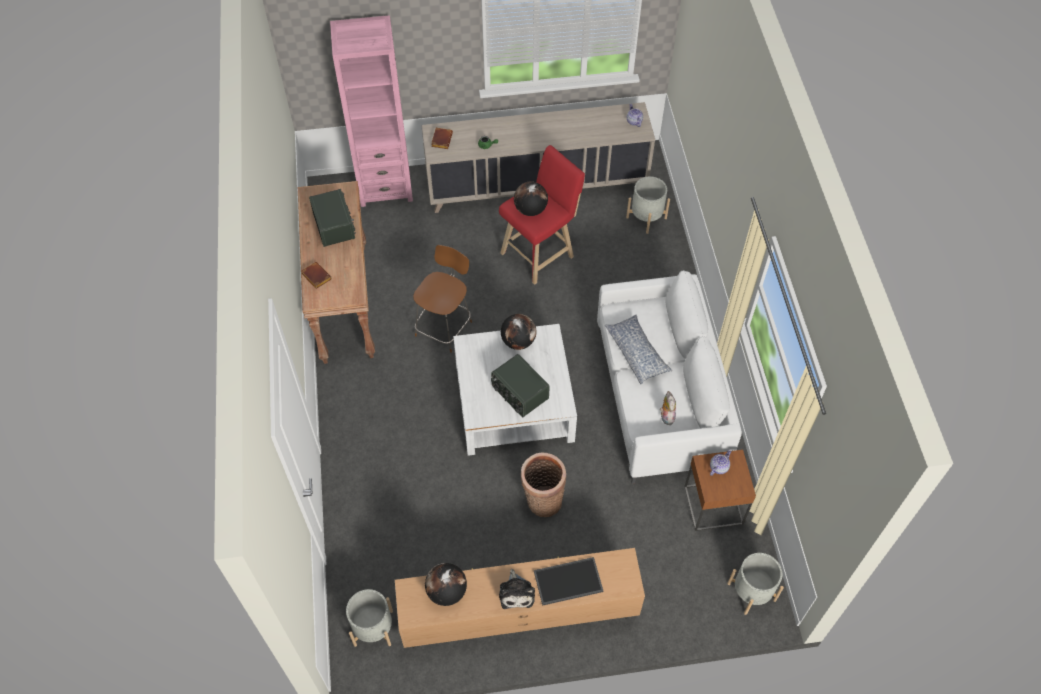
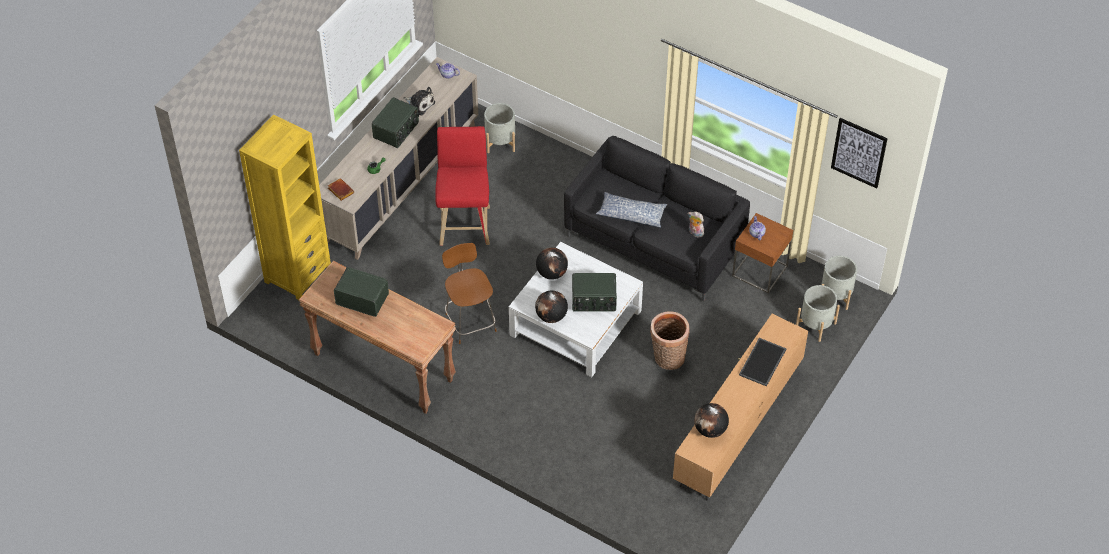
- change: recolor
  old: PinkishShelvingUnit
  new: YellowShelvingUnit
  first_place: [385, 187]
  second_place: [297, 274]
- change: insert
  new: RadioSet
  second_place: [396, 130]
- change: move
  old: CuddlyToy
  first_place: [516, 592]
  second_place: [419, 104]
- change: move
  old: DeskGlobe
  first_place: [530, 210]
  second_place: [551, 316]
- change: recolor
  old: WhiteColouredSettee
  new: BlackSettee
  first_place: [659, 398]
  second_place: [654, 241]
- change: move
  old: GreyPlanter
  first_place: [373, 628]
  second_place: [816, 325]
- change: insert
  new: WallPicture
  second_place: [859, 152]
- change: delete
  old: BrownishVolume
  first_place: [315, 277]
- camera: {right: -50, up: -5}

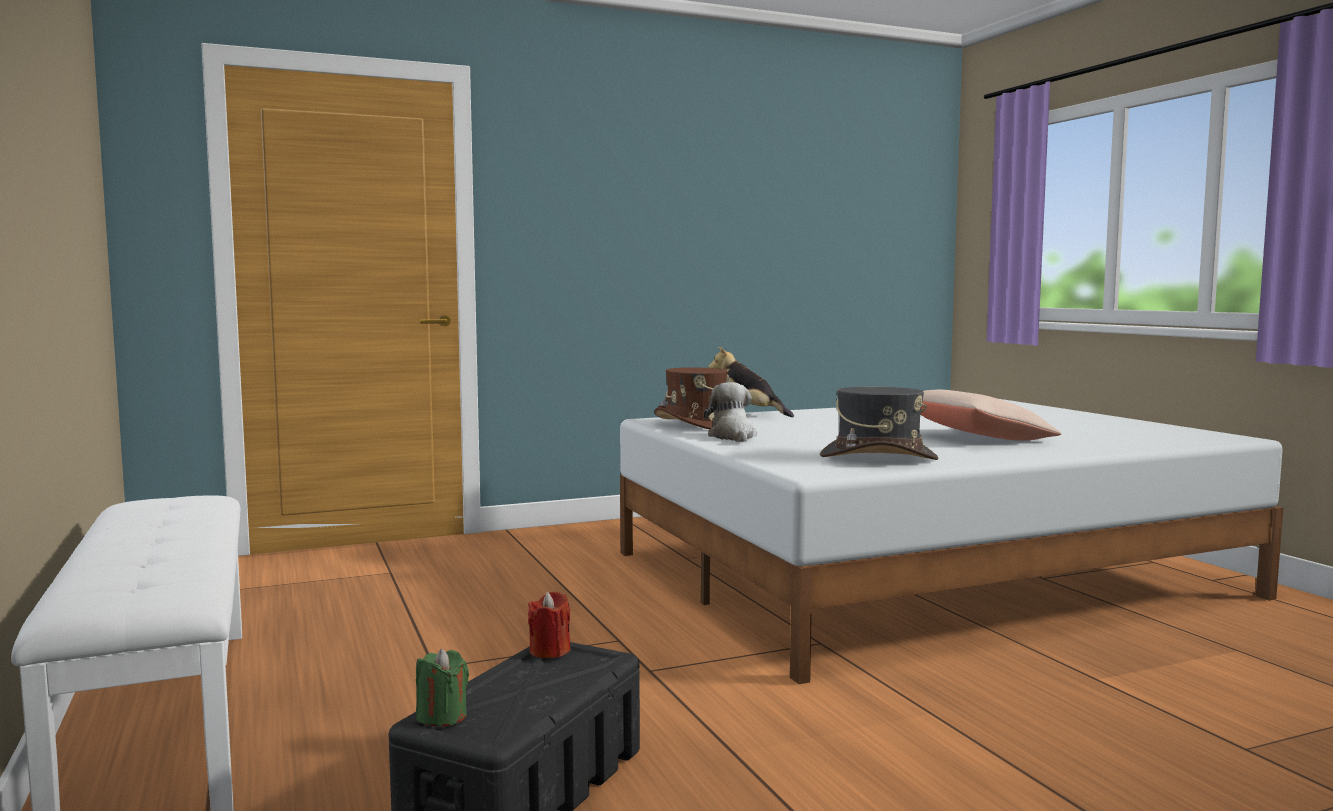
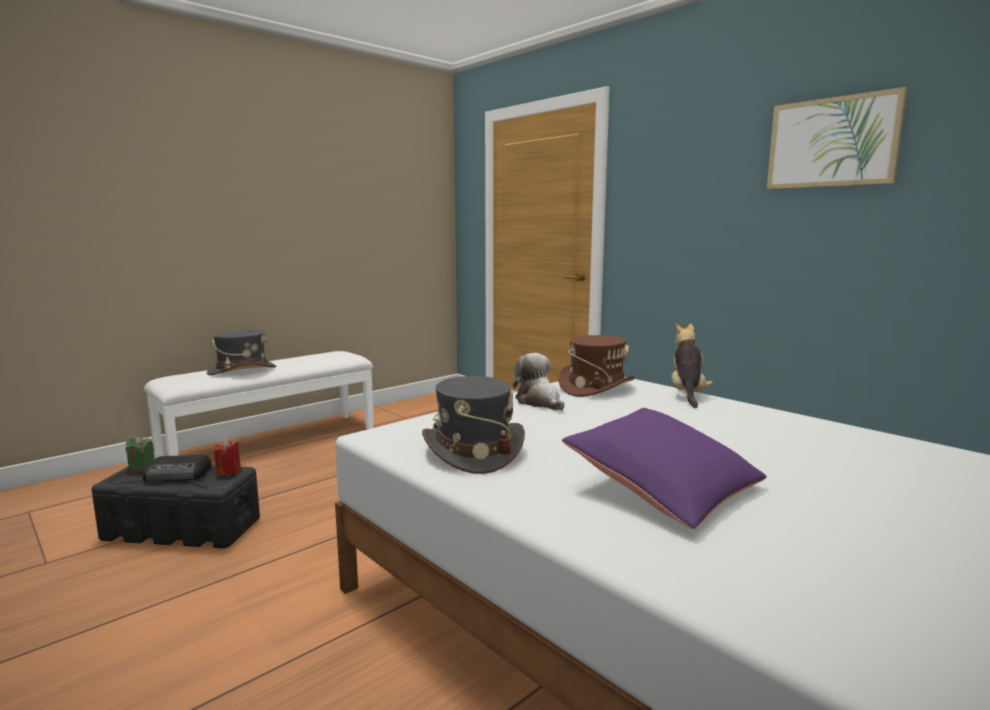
- change: insert
  new: RadioSet
  second_place: [178, 474]
- change: insert
  new: GreyClothingHat
  second_place: [242, 370]
- change: rotate
  old: CuddlyToy
  first_place: [733, 437]
  second_place: [539, 402]
  degrees: -90
- change: recolor
  old: SandColouredPillow
  new: PurplePillow
  first_place: [976, 438]
  second_place: [663, 488]
- change: insert
  new: WallPicture
  second_place: [832, 143]
- camera: {right: 70, up: 5}

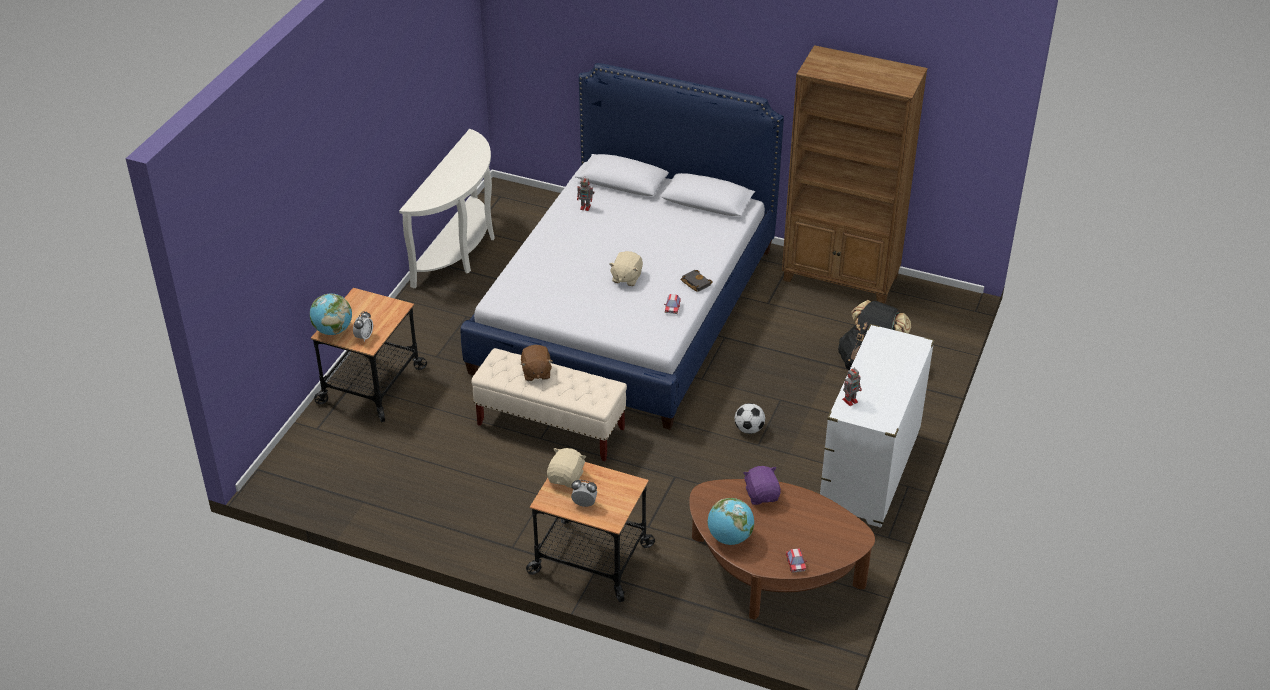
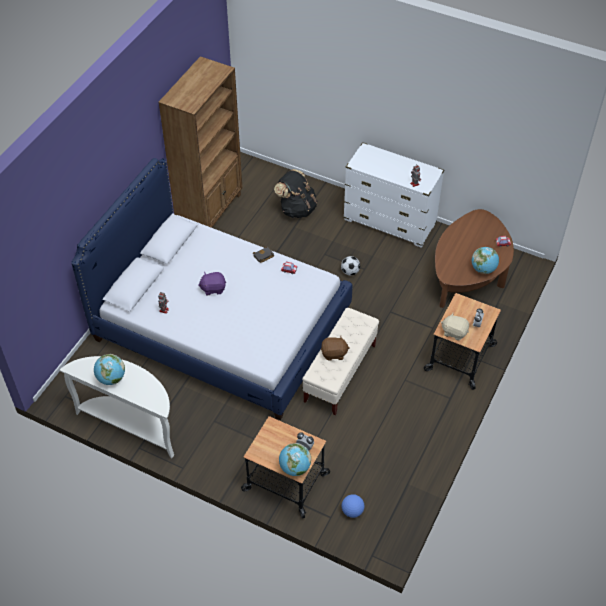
- change: insert
  new: DeskGlobe
  second_place: [111, 378]
- change: move
  old: PurpleCuddlyToy
  first_place: [762, 495]
  second_place: [213, 288]
- change: insert
  new: Football
  second_place: [352, 511]
- change: delete
  old: SandColouredCuddlyToy
  first_place: [626, 278]
- camera: {right: -85, up: 10}

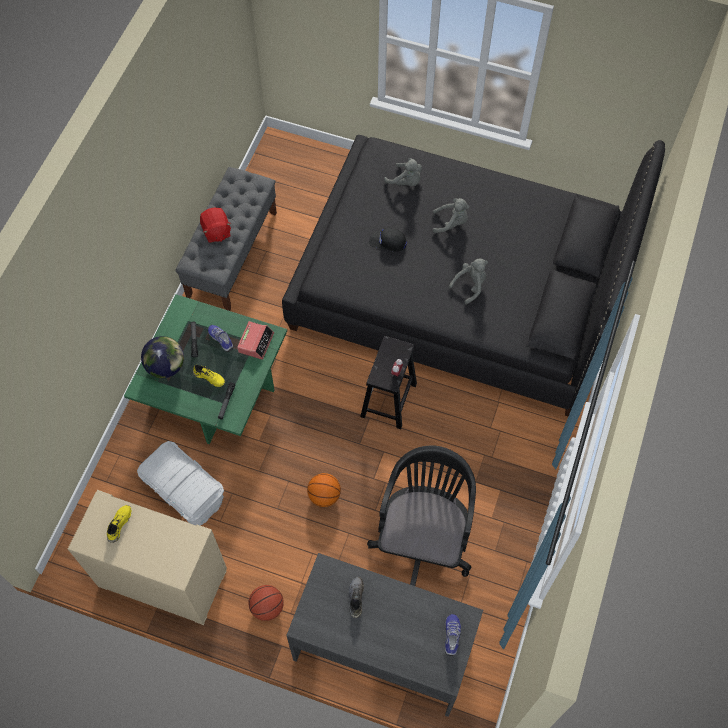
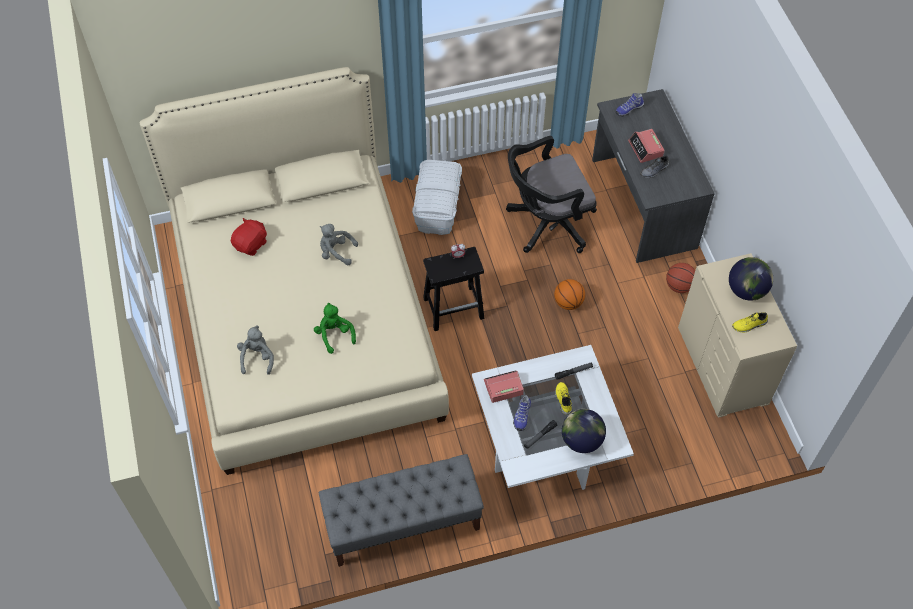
- change: recolor
  old: BlackBed
  new: SandColouredBed
  first_place: [460, 287]
  second_place: [305, 318]
- change: move
  old: ReddishCuddlyToy
  first_place: [216, 232]
  second_place: [251, 244]
- change: replace
  old: BlackBaseballCap
  new: GreenColouredCuddlyToy
  first_place: [388, 241]
  second_place: [334, 335]
- change: move
  old: WhiteColouredStorageContainer
  first_place: [184, 492]
  second_place: [438, 207]
- change: recolor
  old: GreenColouredCoffeeTable
  new: WhiteColouredCoffeeTable
  first_place: [214, 388]
  second_place: [547, 440]
- change: insert
  new: AlarmClock
  second_place: [645, 149]
- change: insert
  new: DeskGlobe
  second_place: [746, 290]
- change: delete
  old: GreyCuddlyToy
  first_place: [451, 223]
- camera: {right: -125, up: -5}

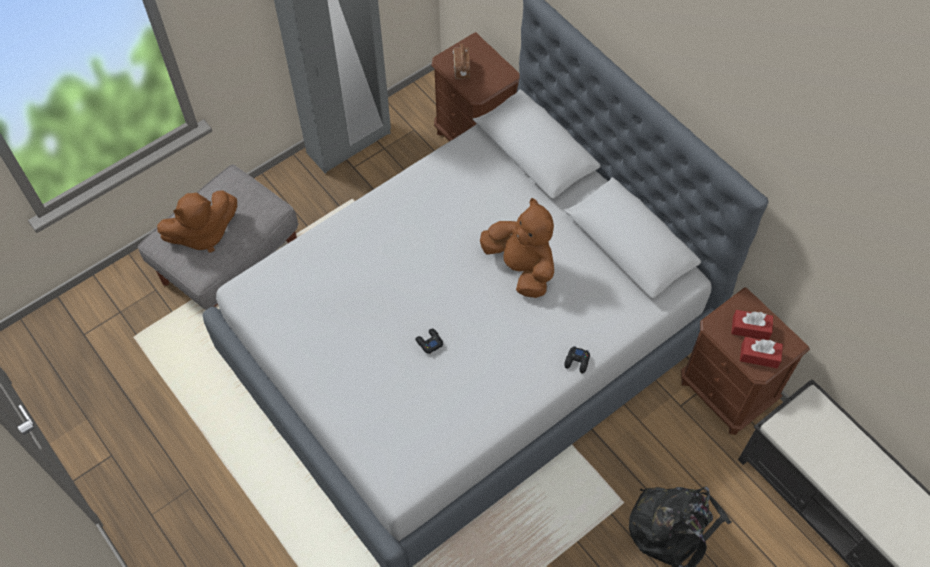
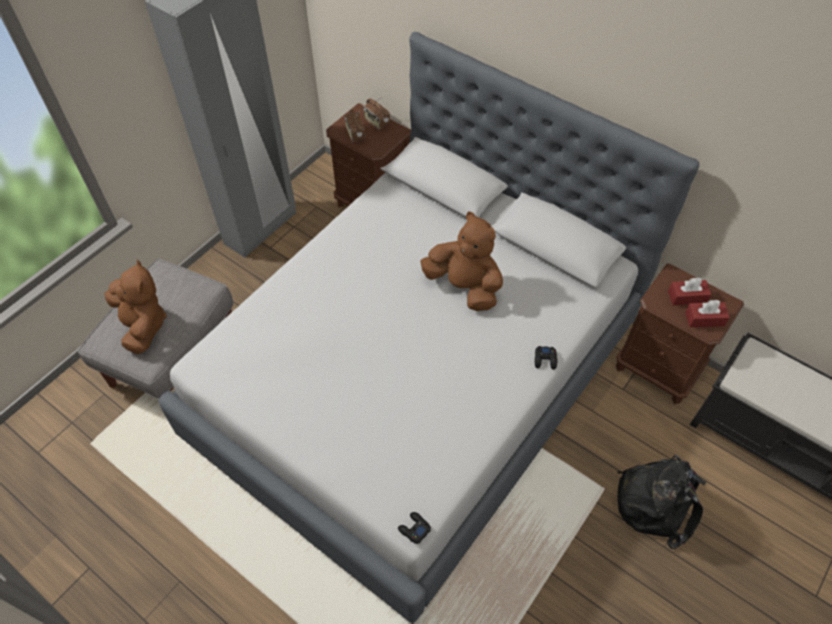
- change: rotate
  old: BrownishCuddlyToy
  first_place: [203, 234]
  second_place: [143, 325]
  degrees: -75
- change: insert
  new: RadioSet
  second_place: [376, 122]
- change: move
  old: BlackGameController
  first_place: [429, 342]
  second_place: [414, 529]
- camera: {right: -15, up: -5}

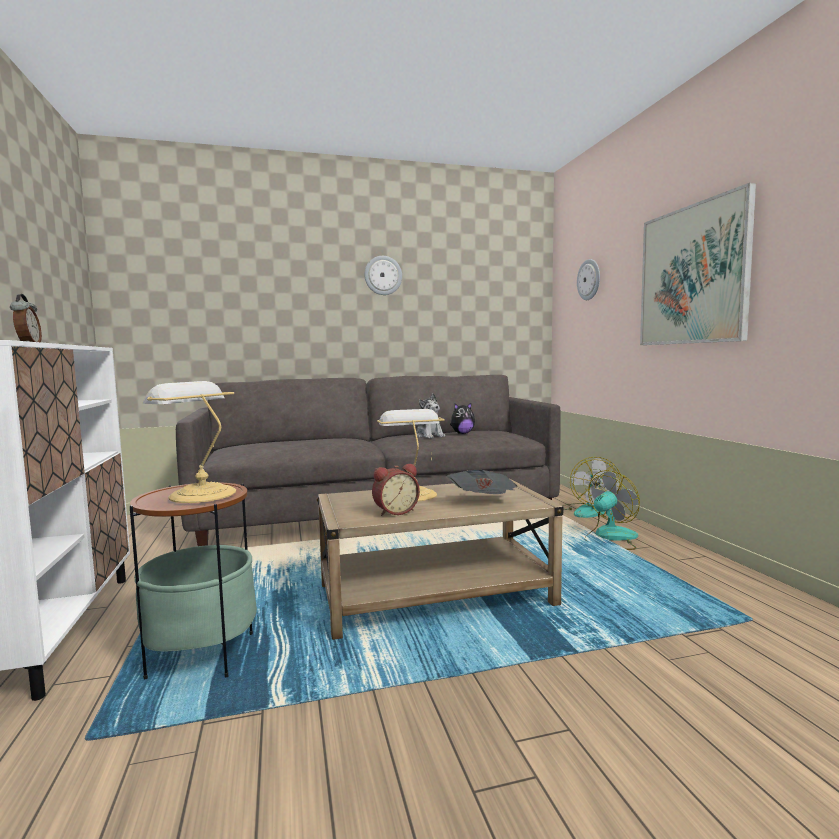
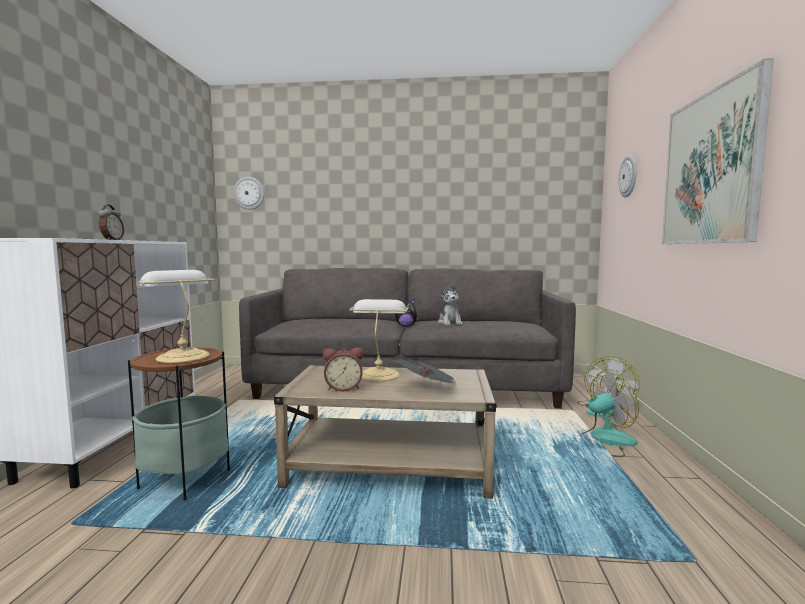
- change: move
  old: HangingClock
  first_place: [383, 275]
  second_place: [249, 193]
- change: move
  old: CuddlyToy
  first_place: [462, 433]
  second_place: [406, 326]
- camera: {right: 20, up: 0}

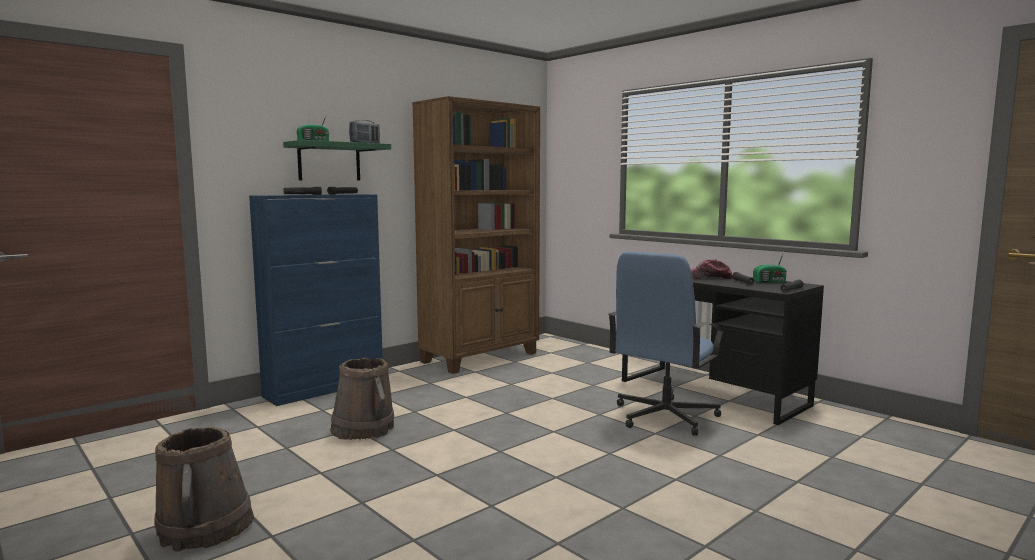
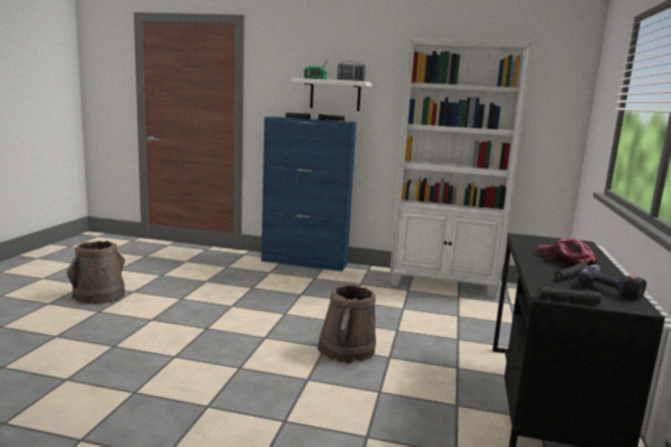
- change: recolor
  old: GreenColouredWallShelf
  new: WhiteColouredWallShelf
  first_place: [329, 162]
  second_place: [335, 95]
- change: move
  old: BrownishPail
  first_place: [363, 429]
  second_place: [346, 350]
- change: recolor
  old: BrownishShelvingUnit
  new: WhiteColouredShelvingUnit
  first_place: [481, 357]
  second_place: [444, 284]
- change: replace
  old: RadioSet
  new: Drill
  first_place: [770, 281]
  second_place: [611, 288]
- change: delete
  old: BlueDeskChair
  first_place: [664, 416]
- camera: {right: 55, up: 5}

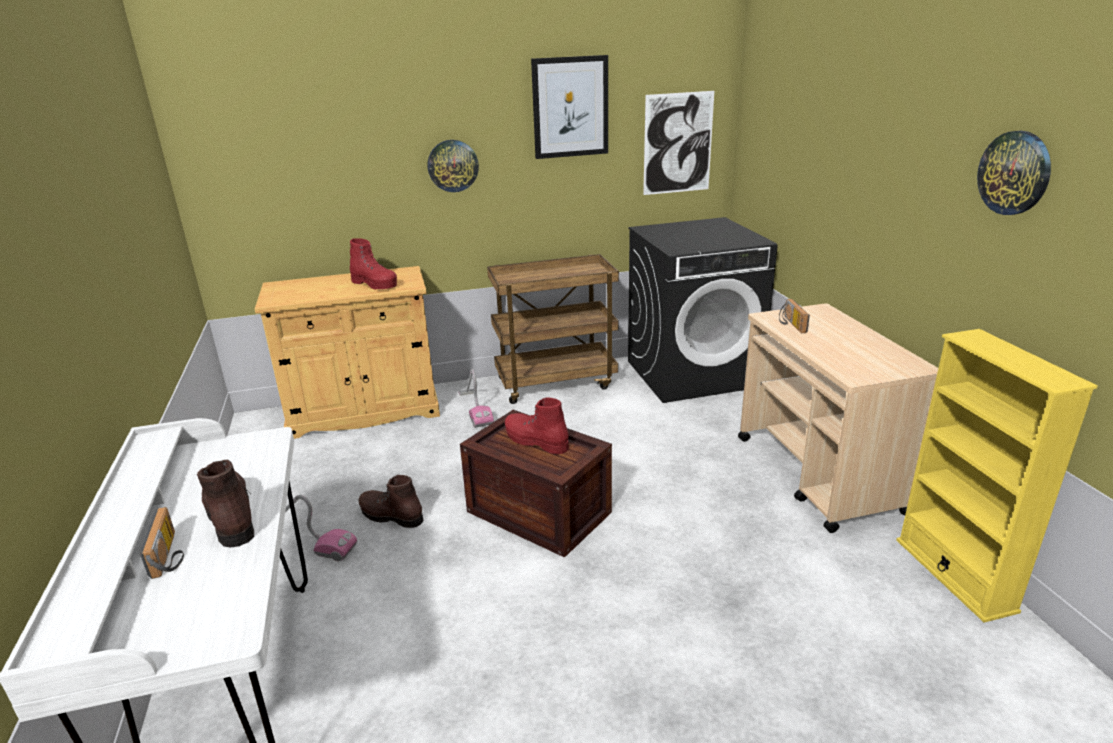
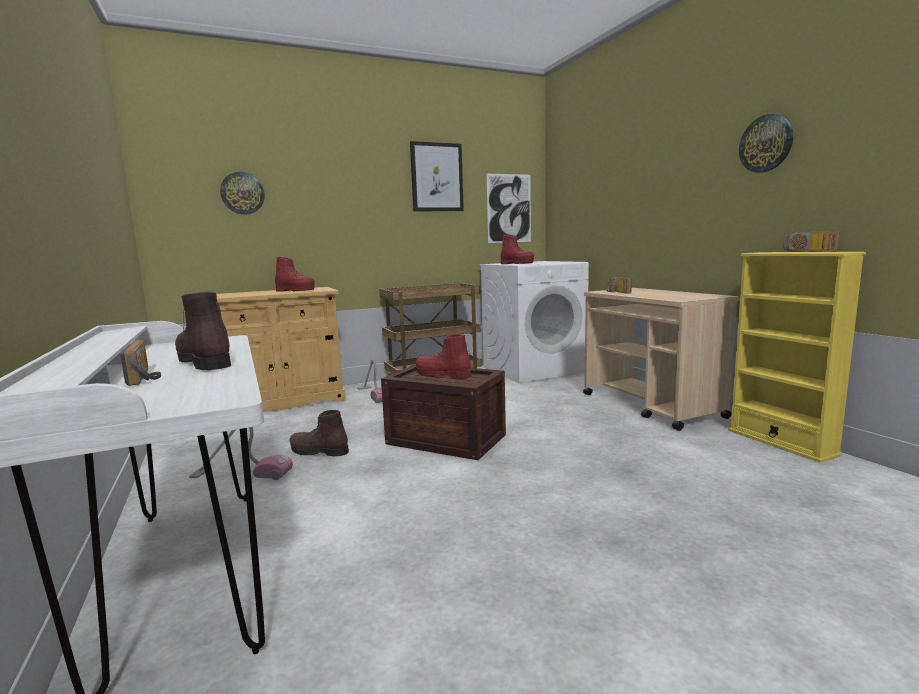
- change: move
  old: HangingClock
  first_place: [452, 166]
  second_place: [242, 193]
- change: recolor
  old: BlackWashingMachine
  new: WhiteColouredWashingMachine
  first_place: [692, 373]
  second_place: [533, 369]
- change: insert
  new: ReddishHighTopBoot
  second_place: [517, 264]
- change: insert
  new: RadioSet
  second_place: [807, 252]
- camera: {right: -10, up: -15}

